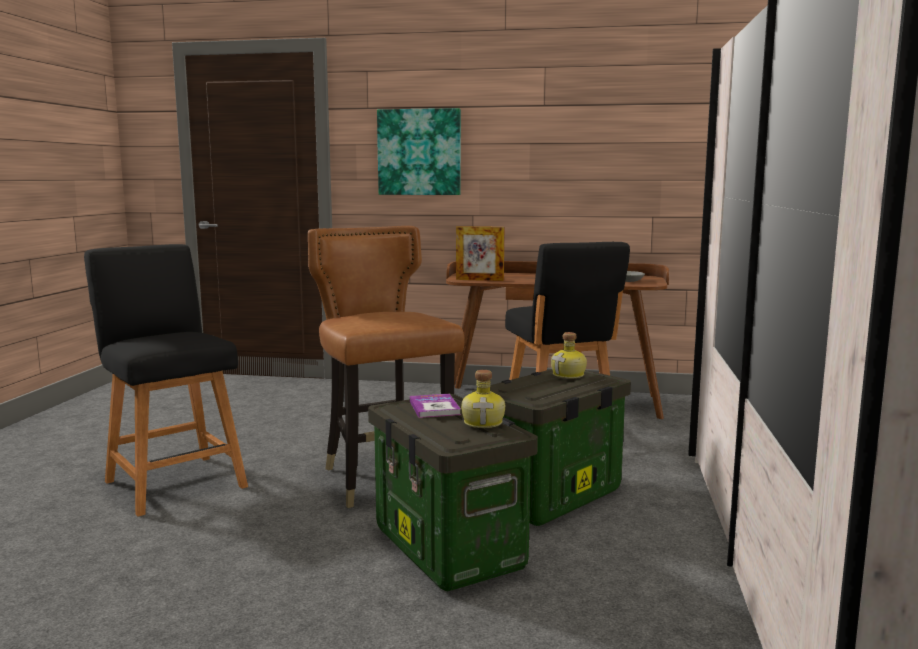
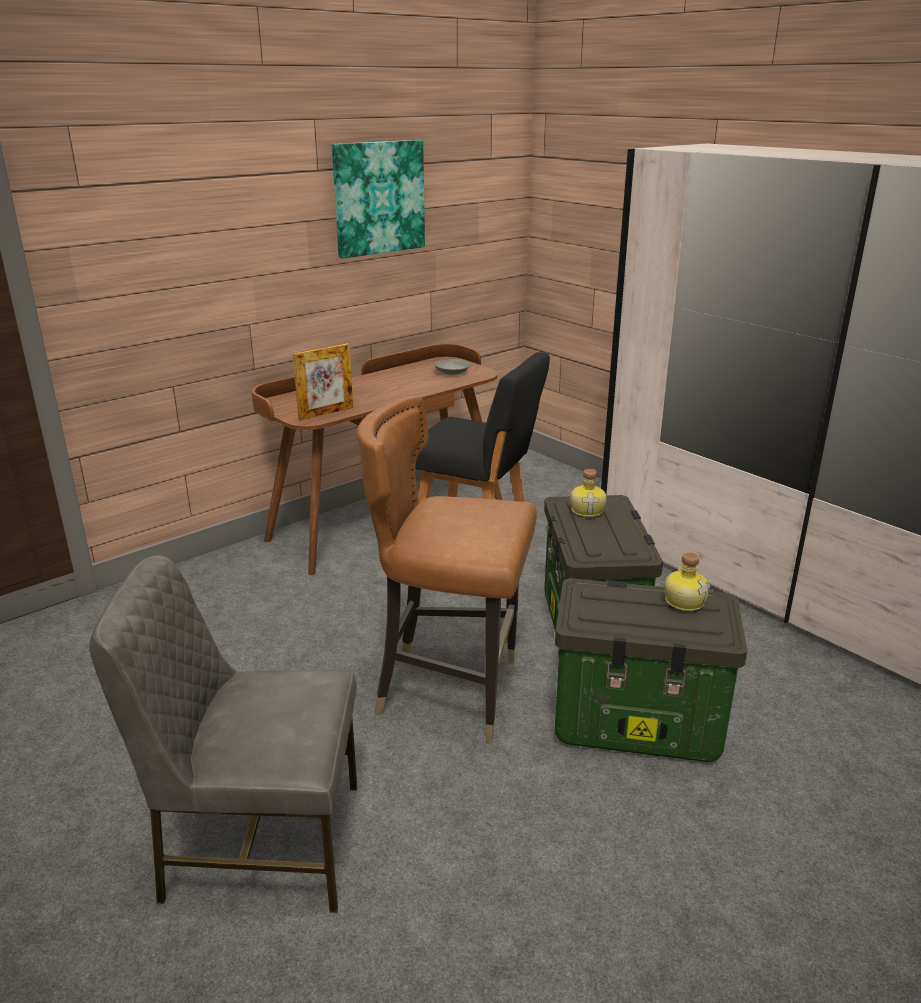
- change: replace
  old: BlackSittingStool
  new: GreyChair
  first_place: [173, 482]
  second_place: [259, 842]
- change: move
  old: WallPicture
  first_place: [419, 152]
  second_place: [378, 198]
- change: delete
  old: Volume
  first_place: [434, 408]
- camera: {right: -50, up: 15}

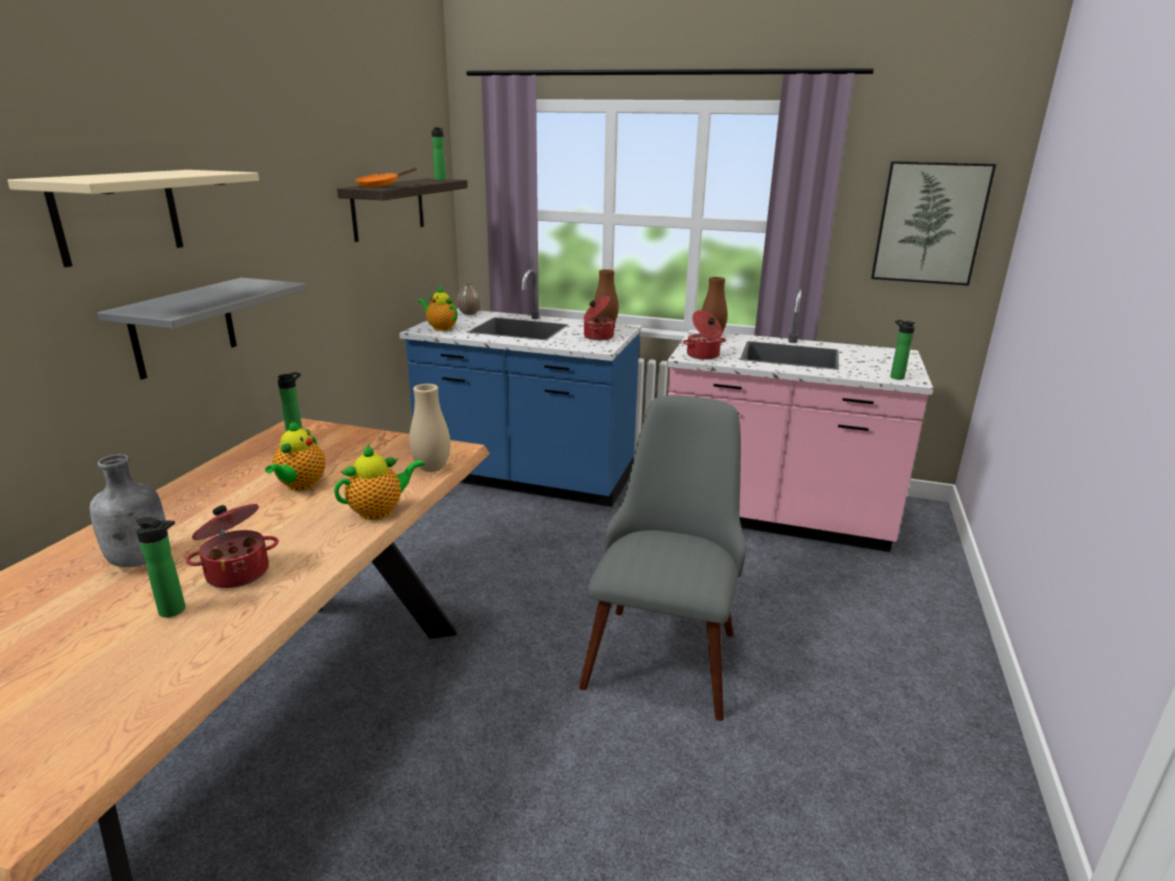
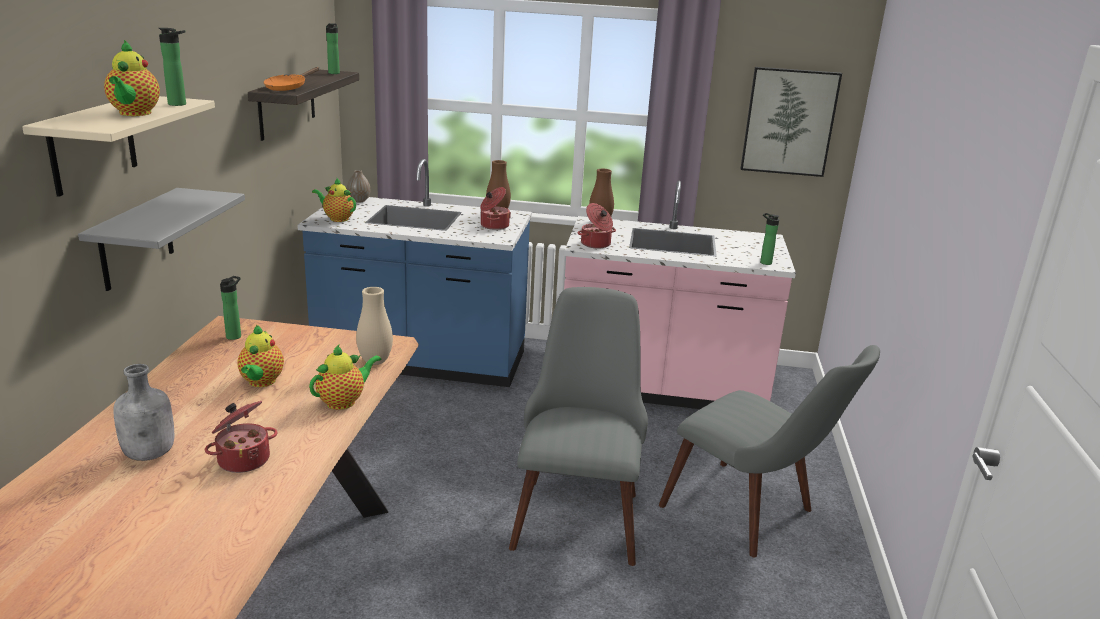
- change: insert
  new: PotForTea
  second_place: [134, 114]
- change: move
  old: Bottle
  first_place: [176, 611]
  second_place: [180, 104]
- change: insert
  new: GreyChair
  second_place: [753, 515]
- camera: {right: -10, up: 0}

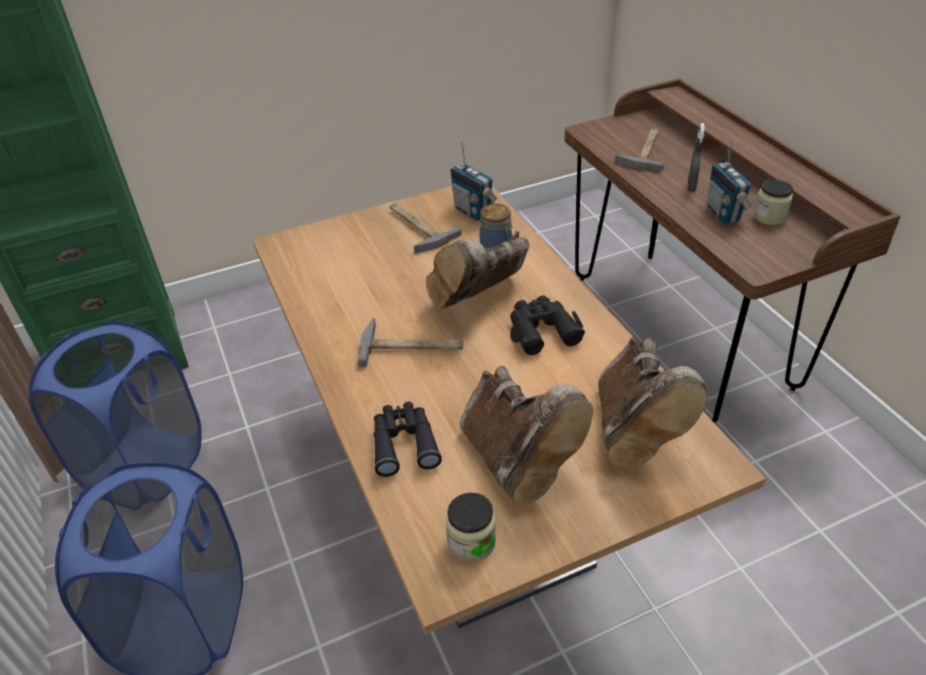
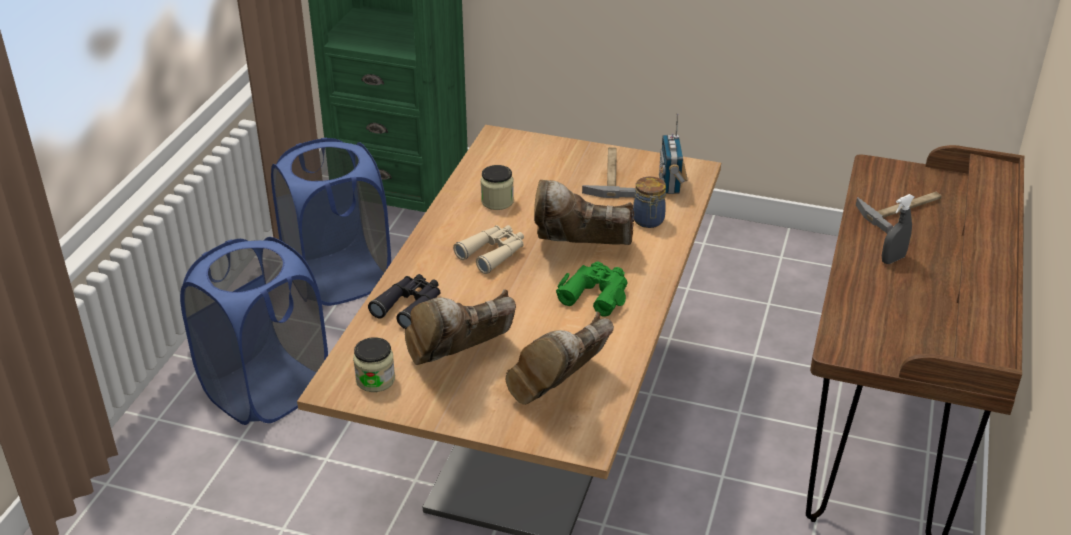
- change: rotate
  old: BrownishHighTopBoot
  first_place: [517, 463]
  second_place: [459, 359]
  degrees: 45
- change: replace
  old: HandHammer
  new: SandColouredPairOfBinoculars
  first_place: [412, 346]
  second_place: [493, 253]
- change: move
  old: StorageJar
  first_place: [769, 216]
  second_place: [497, 201]
- change: recolor
  old: BlackPairOfBinoculars
  new: GreenColouredPairOfBinoculars
  first_place: [541, 330]
  second_place: [595, 294]
- change: delete
  old: RadioSet
  first_place: [723, 214]
- camera: {right: 40, up: -5}

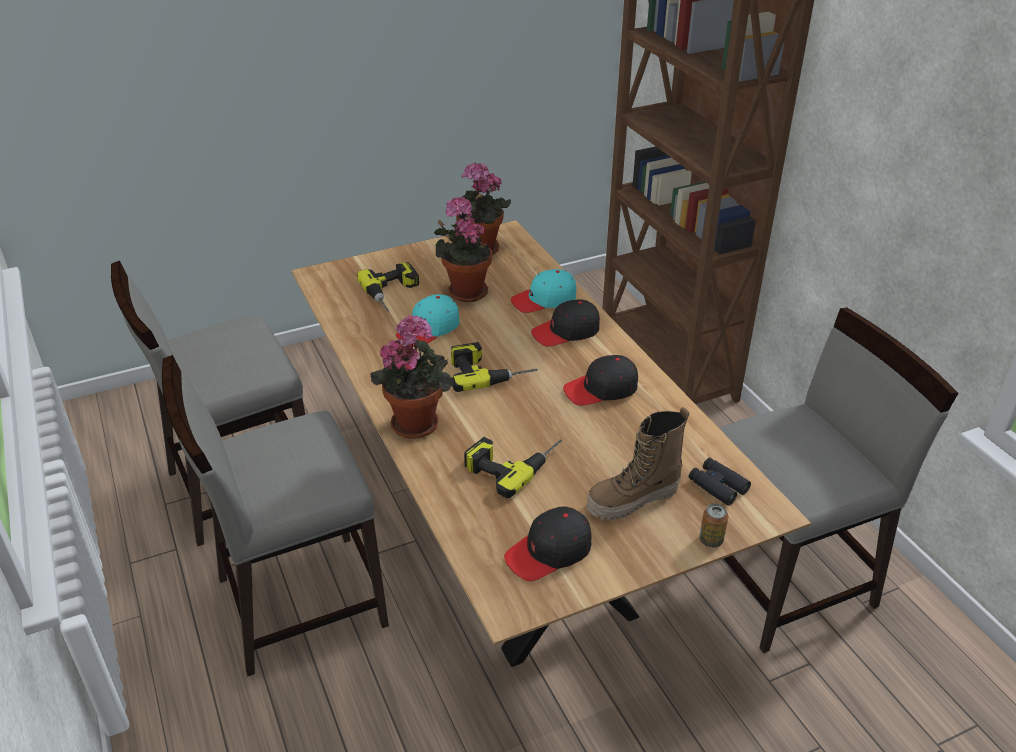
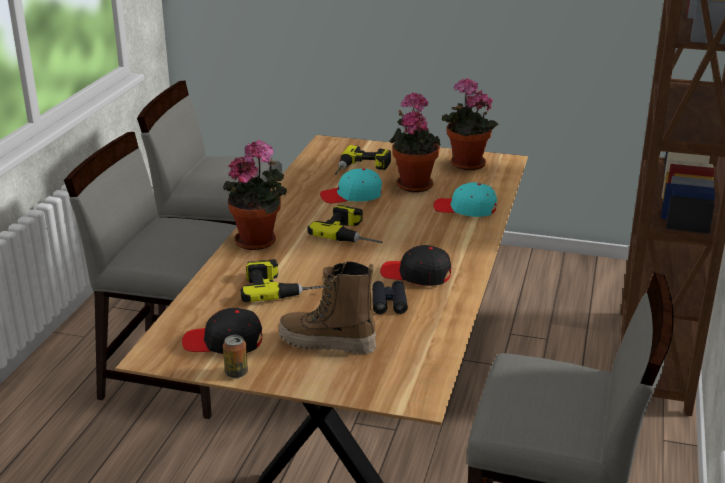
- change: move
  old: SealedCan
  first_place: [711, 540]
  second_place: [236, 373]
- change: move
  old: BlackPairOfBinoculars
  first_place: [717, 486]
  second_place: [389, 302]
- change: delete
  old: BlackBaseballCap
  first_place: [566, 332]
- camera: {right: 40, up: -10}

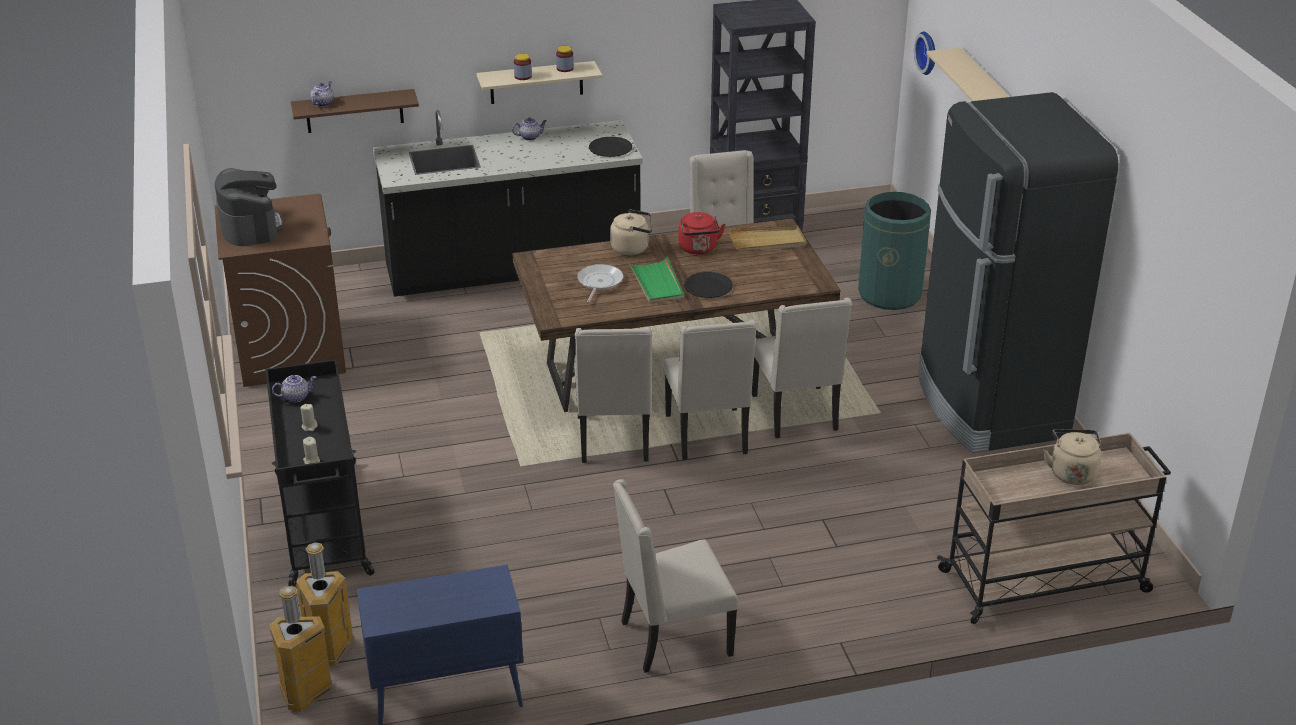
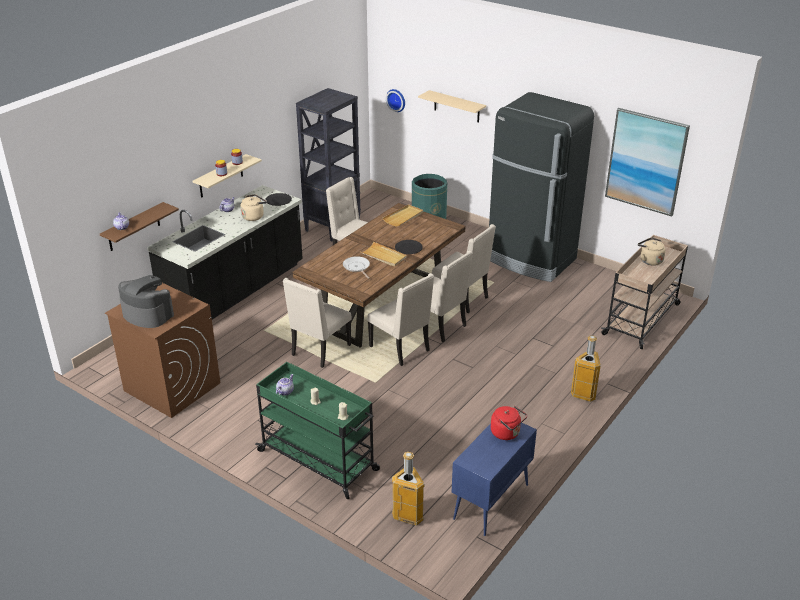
- change: move
  old: SandColouredTeaKettle
  first_place: [632, 248]
  second_place: [254, 216]
- change: recolor
  old: BlackTrolley
  new: GreenColouredTrolley
  first_place: [323, 525]
  second_place: [319, 461]
- change: move
  old: SandColouredChair
  first_place: [673, 638]
  second_place: [319, 350]
- change: recolor
  old: GreenColouredCarryingTray
  new: SandColouredCarryingTray
  first_place: [657, 283]
  second_place: [383, 256]
- change: move
  old: ReddishTeaKettle
  first_place: [698, 249]
  second_place: [507, 433]
- change: move
  old: RubbishBin
  first_place: [306, 694]
  second_place: [584, 393]
- change: insert
  new: WallPicture
  second_place: [646, 162]
- camera: {right: -40, up: 0}

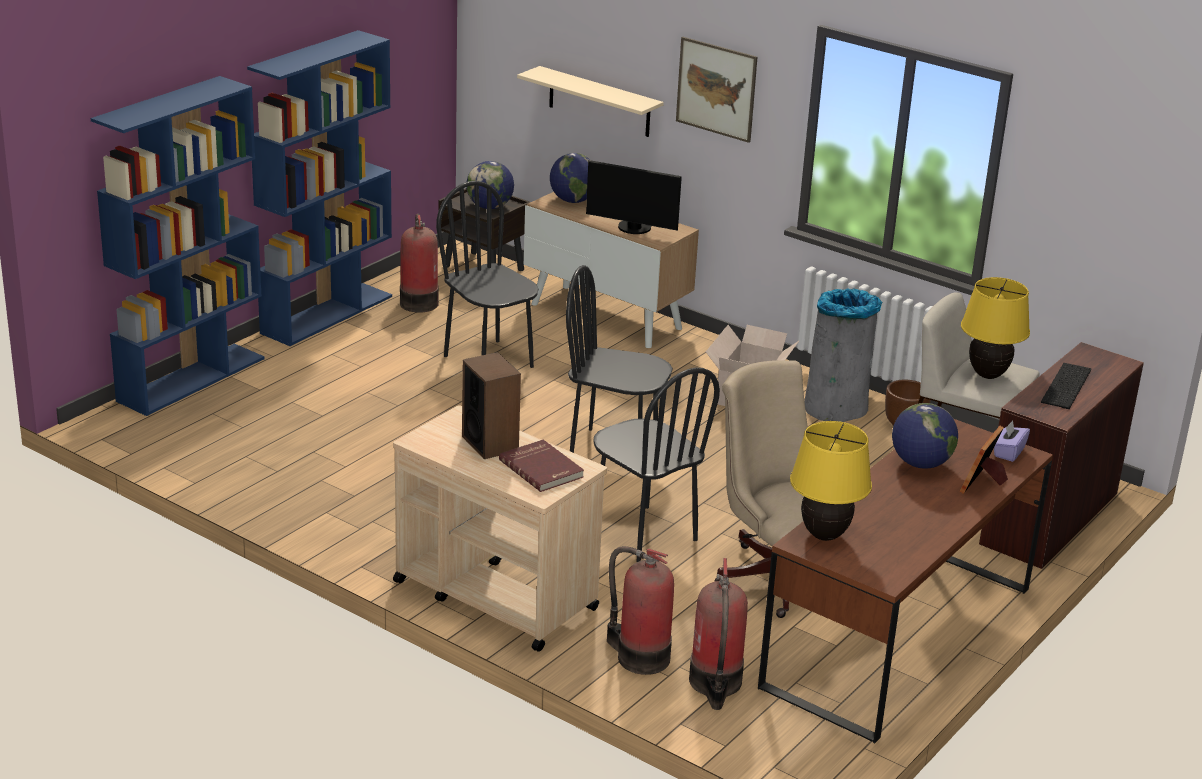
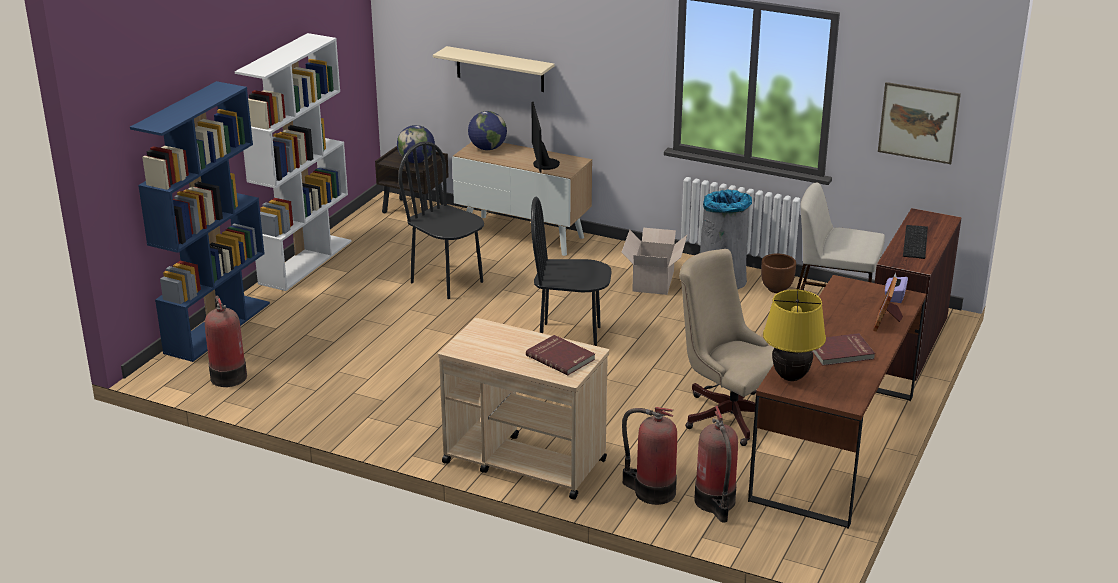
- change: move
  old: FireFightingCylinder
  first_place: [419, 302]
  second_place: [228, 376]
- change: recolor
  old: BlueShelvingUnit
  new: WhiteColouredShelvingUnit
  first_place: [327, 314]
  second_place: [305, 262]
- change: rotate
  old: Monitor
  first_place: [633, 229]
  second_place: [543, 164]
  degrees: 75
- change: insert
  new: ReddishVolume
  second_place: [841, 352]
- change: move
  old: WallPicture
  first_place: [716, 89]
  second_place: [918, 122]
- change: delete
  old: Speaker
  first_place: [490, 443]
- change: delete
  old: BlackChair
  first_place: [643, 534]
- change: delete
  old: DeskGlobe
  first_place: [920, 464]
- change: delete
  old: YellowTableLamp
  first_place: [988, 375]
- camera: {right: -10, up: 0}

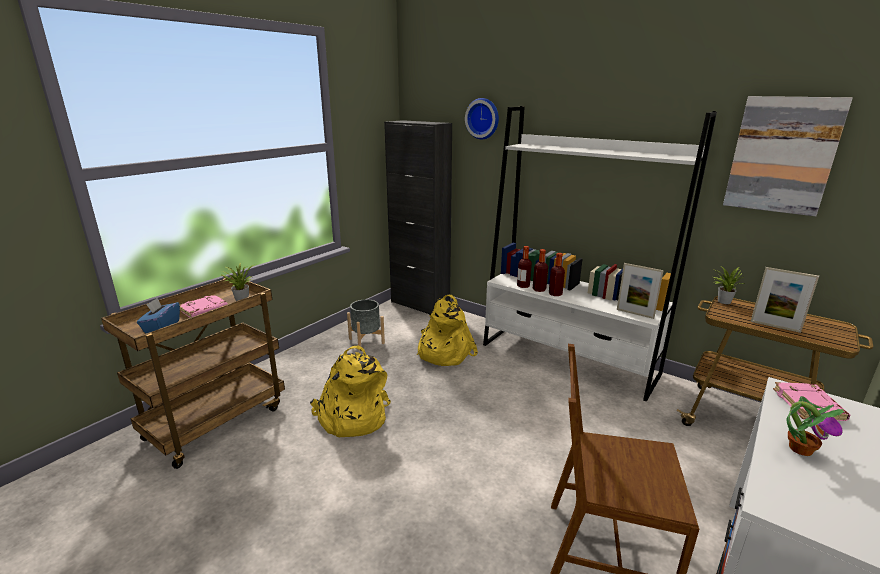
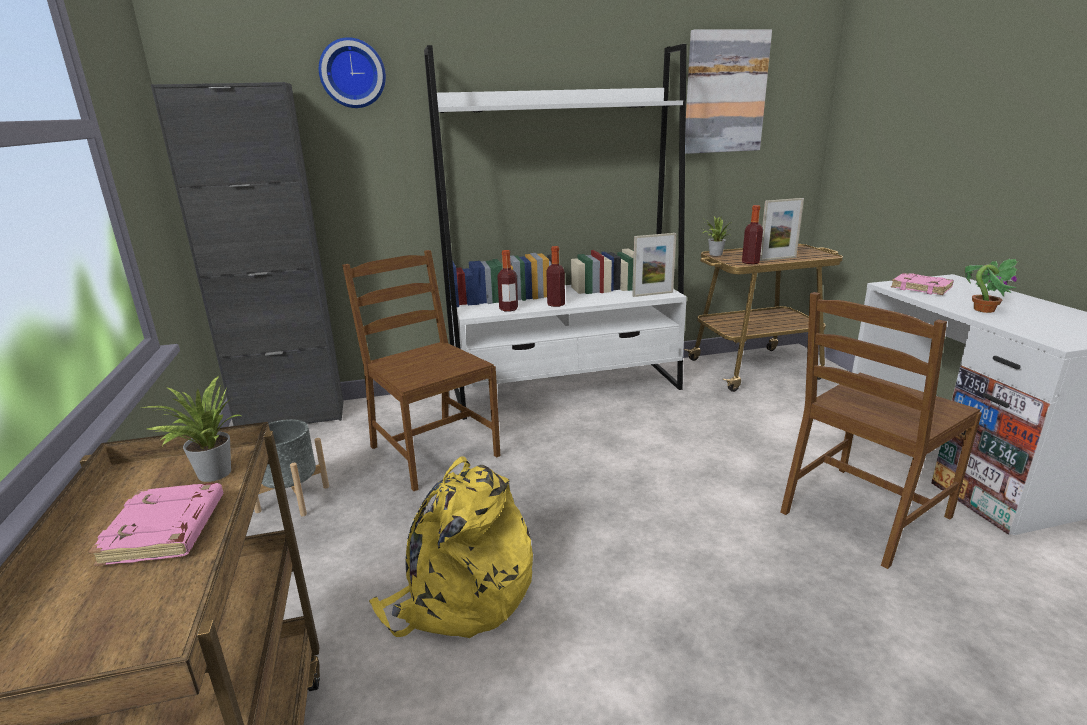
- change: replace
  old: YellowBackpack
  new: BrownishChair
  first_place: [443, 352]
  second_place: [432, 451]
- change: move
  old: Bottle
  first_place: [539, 289]
  second_place: [750, 262]
- change: delete
  old: BlueTissueBox
  first_place: [161, 327]
- camera: {right: -50, up: 0}

